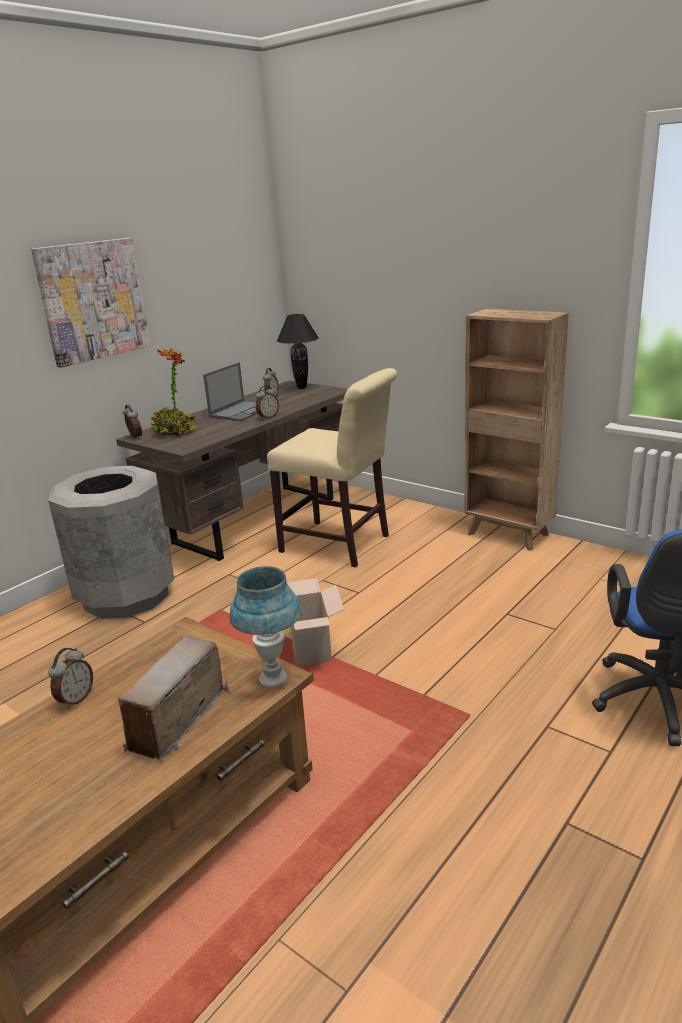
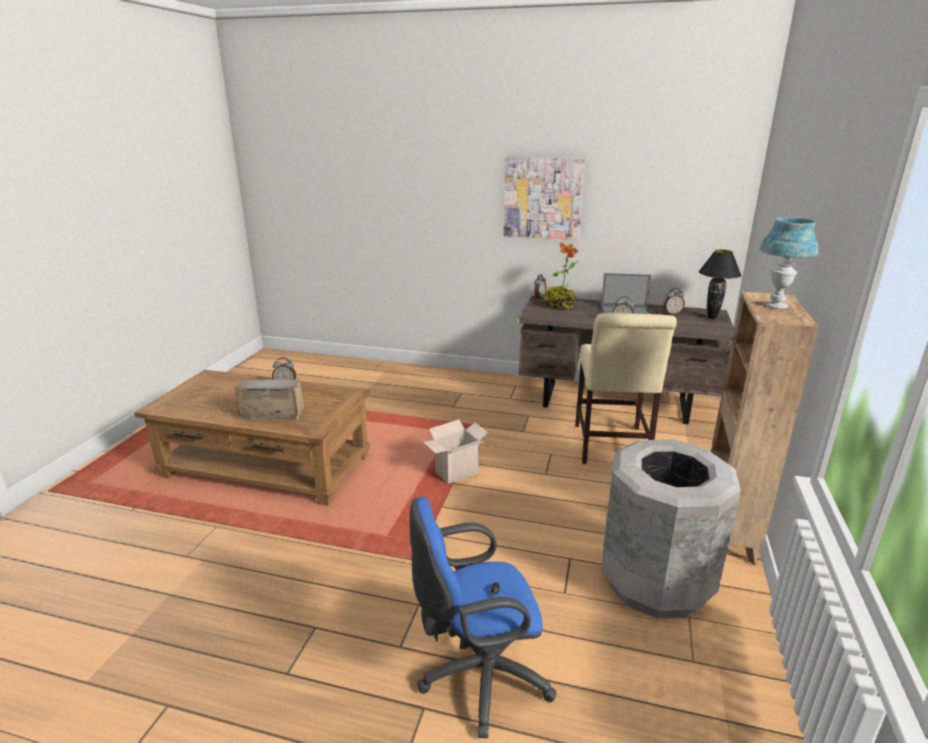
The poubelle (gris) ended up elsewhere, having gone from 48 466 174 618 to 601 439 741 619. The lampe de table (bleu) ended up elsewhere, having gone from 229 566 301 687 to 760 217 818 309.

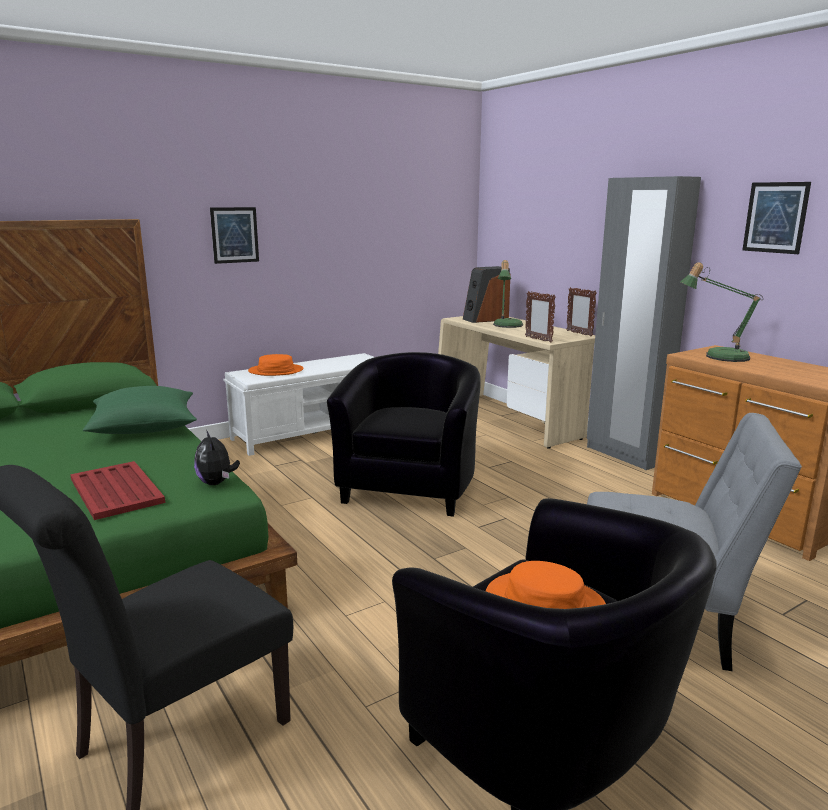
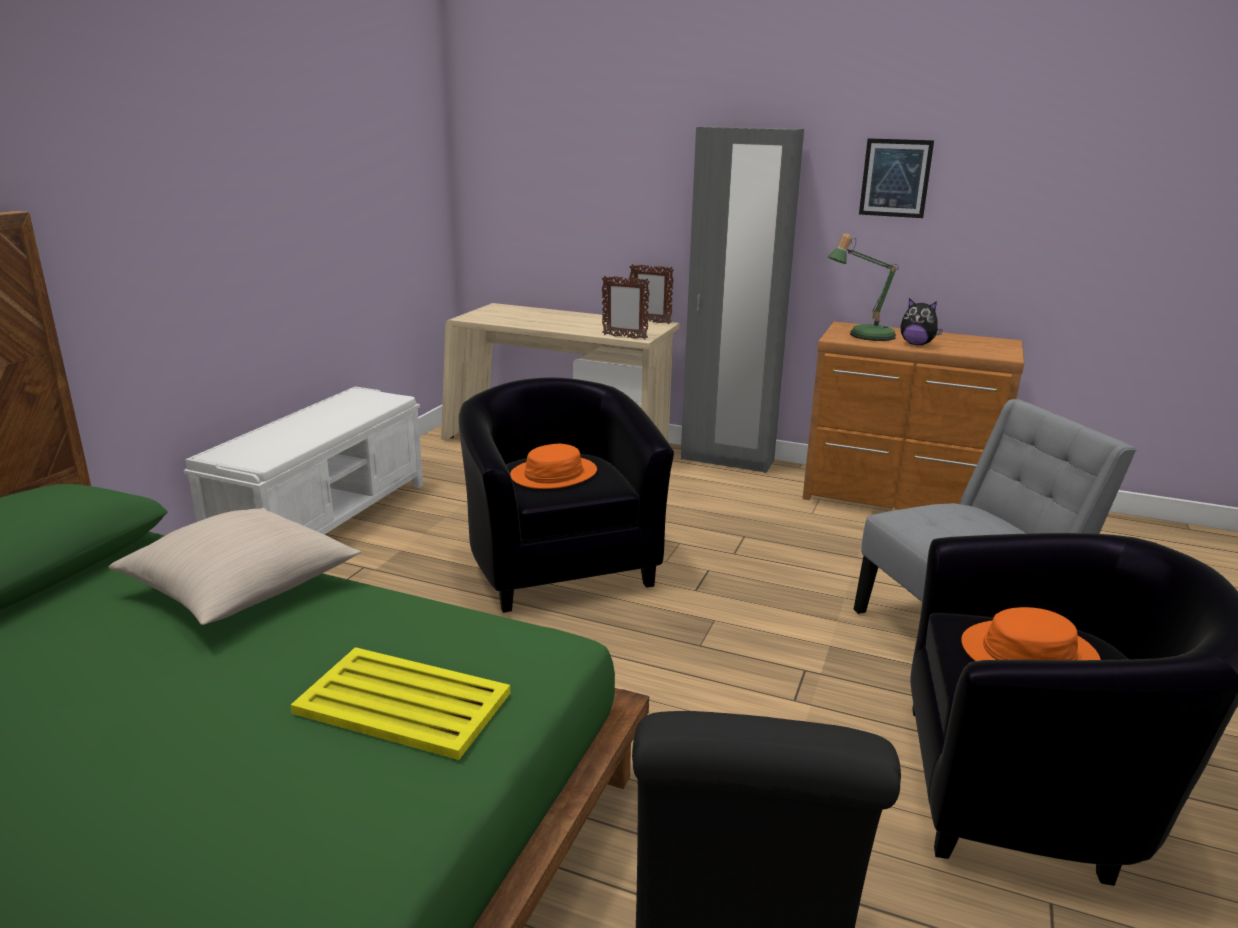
What was the plateau (rouge) at 70 461 165 520 turned into the plateau (jaune) at 291 647 510 760. What was the coussin (vert) at 83 386 197 434 turned into the coussin (beige) at 109 508 361 625. The peluche ended up elsewhere, having gone from 194 430 240 485 to 901 298 943 345. The second view lost the tableau at 210 207 259 264. The chapeau (orange) ended up elsewhere, having gone from 248 354 303 376 to 510 444 597 489. The second view lost the enceinte at 463 266 511 323. The second view lost the lampe de table at 493 260 523 328.

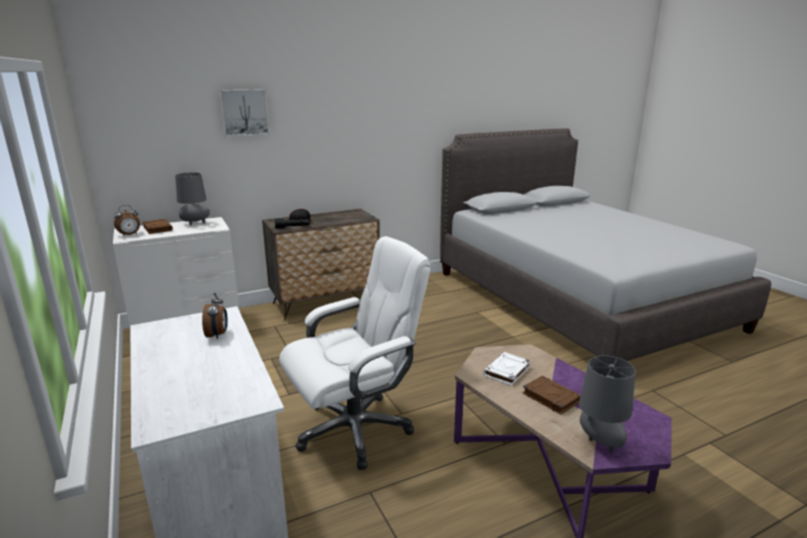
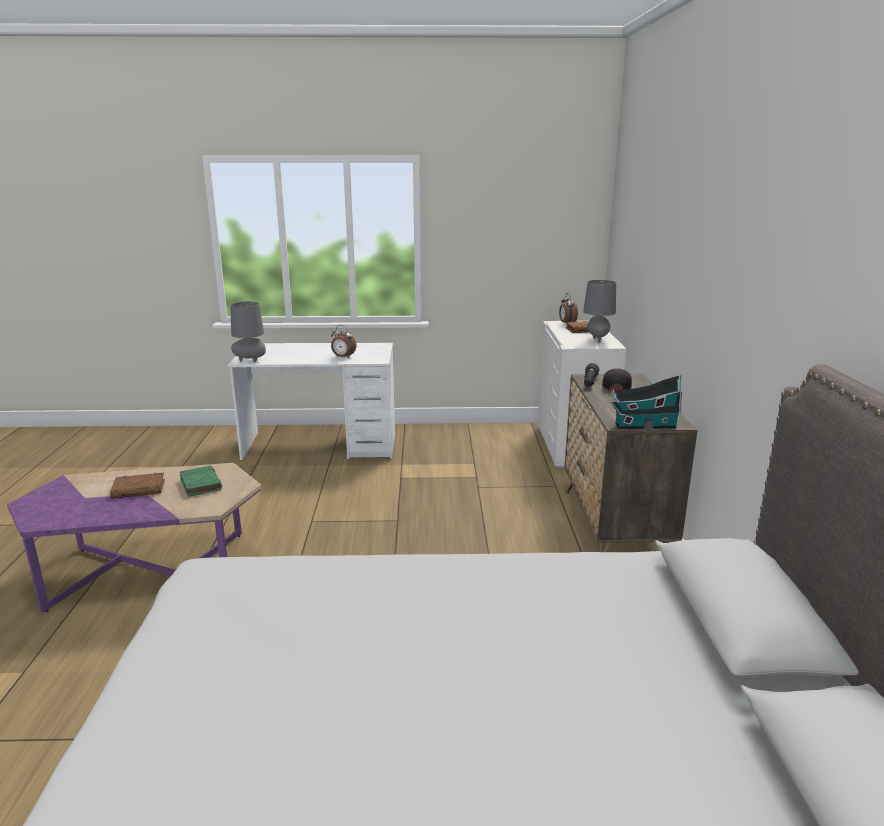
The second view lost the tableau at 220 90 269 136. The second view lost the chaise de bureau (blanc) at 279 236 431 470. What was the livre (blanc) at 483 352 530 386 turned into the livre (vert) at 180 466 222 497. The lampe de table (gris) ended up elsewhere, having gone from 579 355 636 453 to 230 301 266 362. The second view gained the maison miniature at 611 375 682 430.

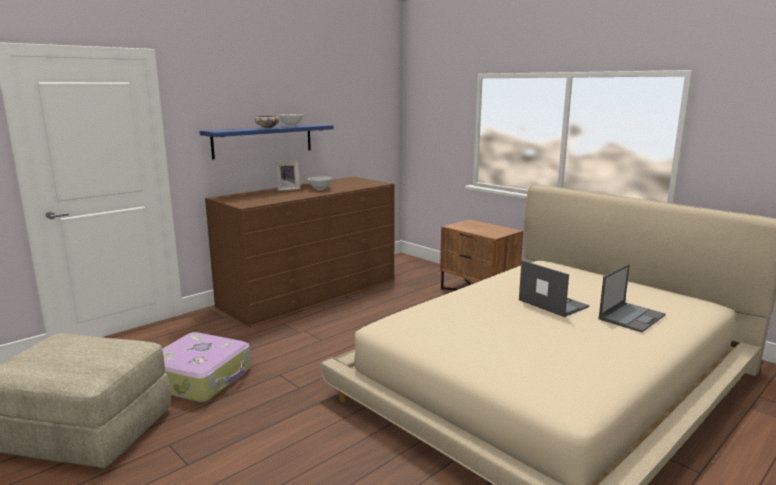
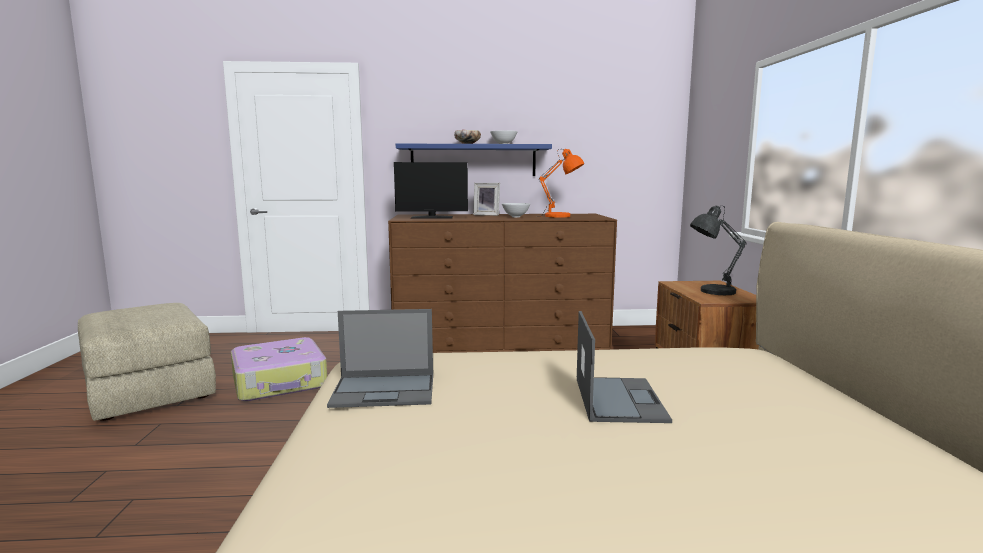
The ordinateur portable ended up elsewhere, having gone from 599 264 666 332 to 327 309 433 408. The second view gained the écran d'ordinateur at 394 162 468 219. The second view gained the lampe de table (orange) at 539 149 585 218. The second view gained the lampe de table (gris) at 690 206 747 295.

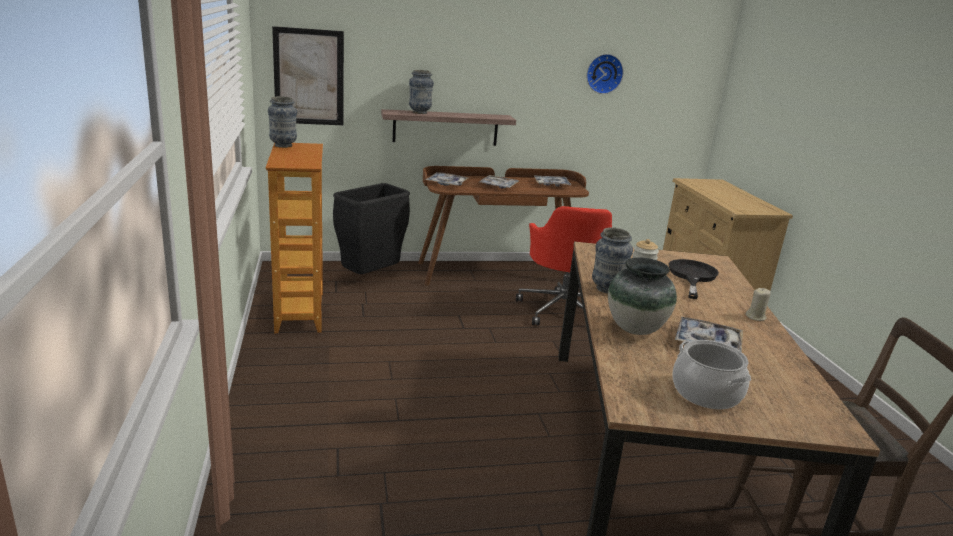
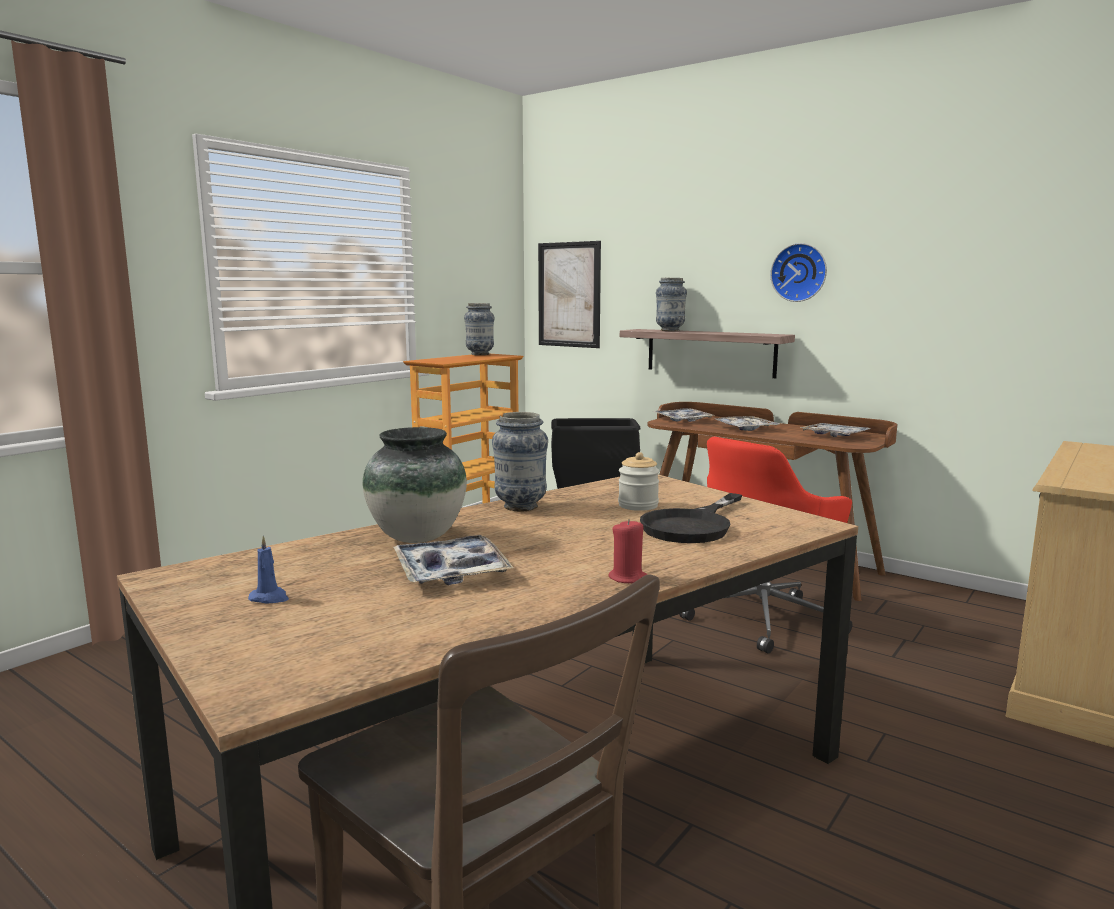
The horloge murale ended up elsewhere, having gone from 586 54 624 94 to 770 243 827 302. The poêle (noir) at 669 259 719 299 ended up facing another way, 150 degrees clockwise from before. Where the marmite stood at 672 340 751 409, the bougie (bleu) came to stand at 248 536 289 603. What was the bougie (beige) at 746 288 771 321 turned into the bougie (rouge) at 608 519 647 583.

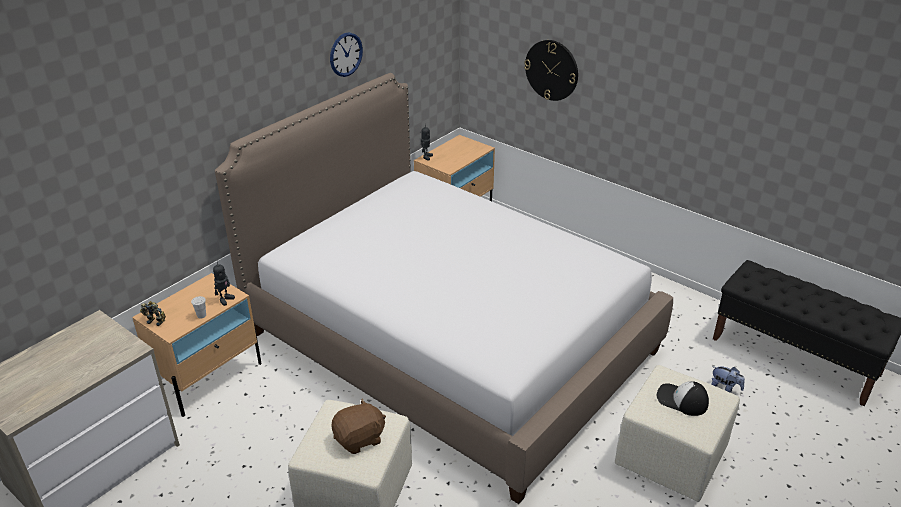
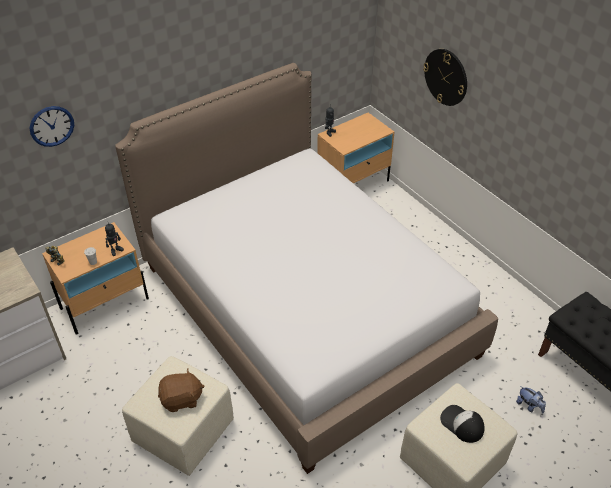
The horloge murale ended up elsewhere, having gone from 330 32 363 77 to 30 106 74 147.

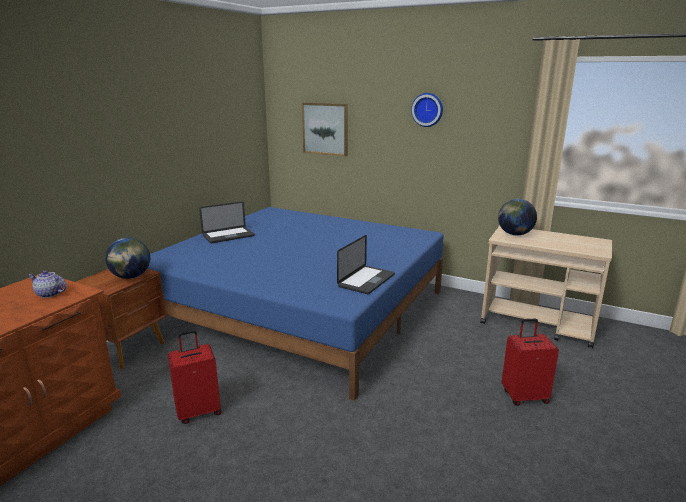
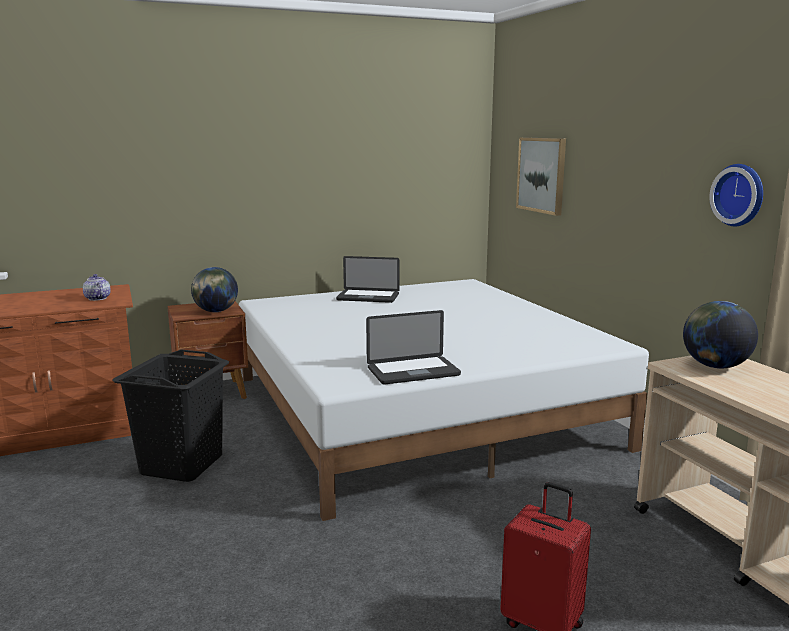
What was the lit (bleu) at 147 207 444 401 turned into the lit (blanc) at 239 279 649 521. Where the valise (rouge) stood at 168 330 222 424, the panier à linge (noir) came to stand at 112 350 229 482. The horloge murale ended up elsewhere, having gone from 411 93 443 127 to 709 164 763 226.

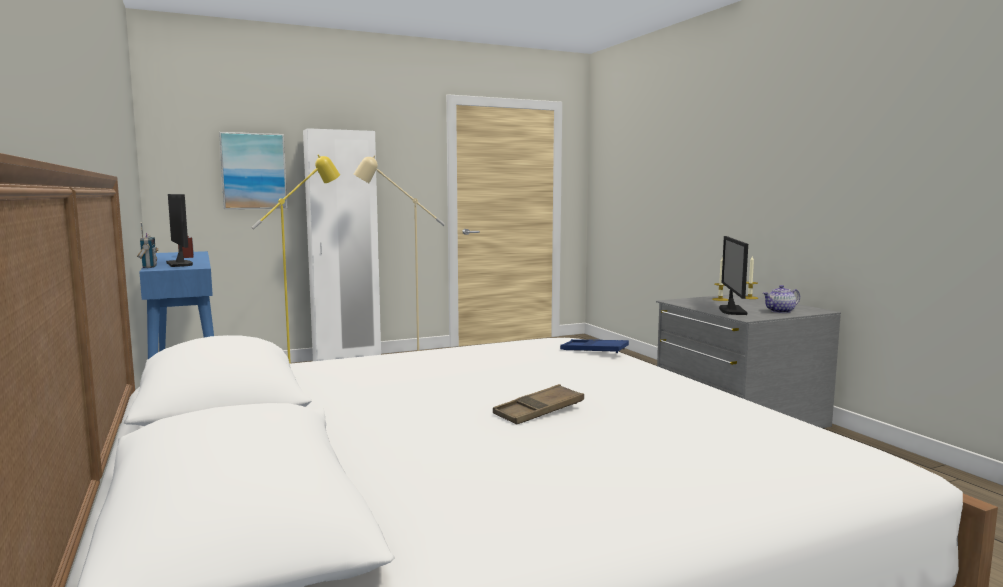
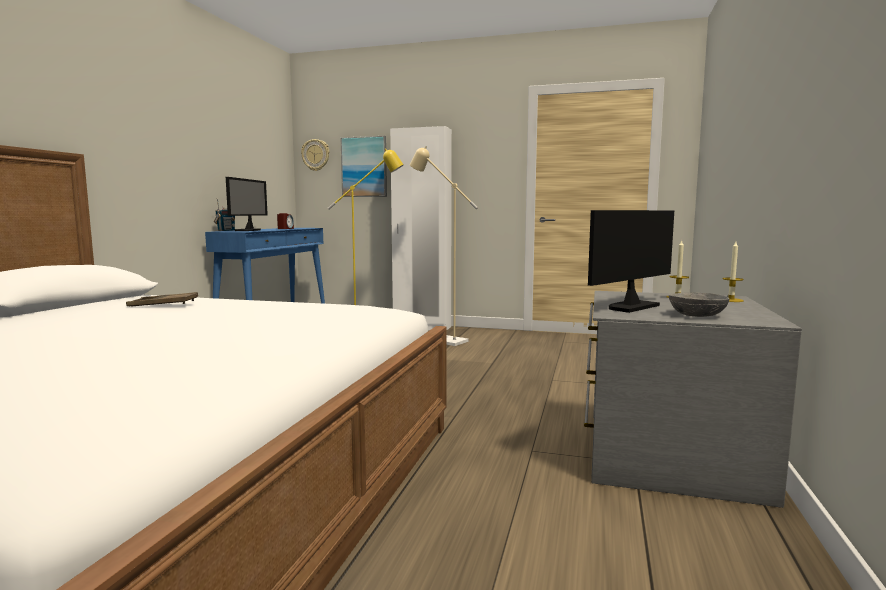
The plateau (marron) ended up elsewhere, having gone from 493 384 584 425 to 126 292 198 306. The second view lost the plateau (bleu) at 560 339 629 353. Where the théière stood at 763 285 800 313, the bol (gris) came to stand at 668 293 729 317. The second view gained the horloge murale at 301 139 330 171.

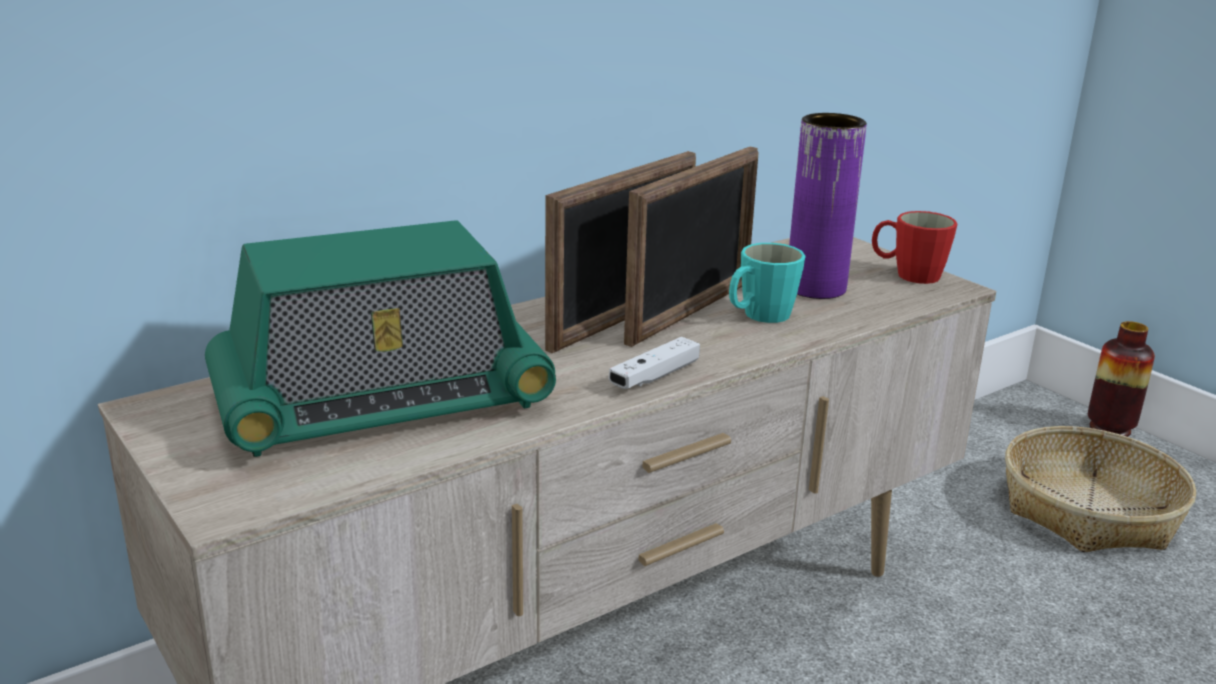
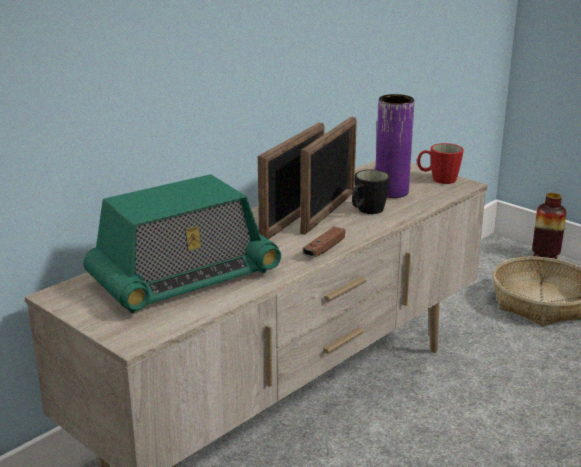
What was the manette (blanc) at 608 337 700 389 turned into the manette (marron) at 303 227 345 258. What was the mug (turquoise) at 729 243 805 323 turned into the mug (noir) at 352 169 390 214.

